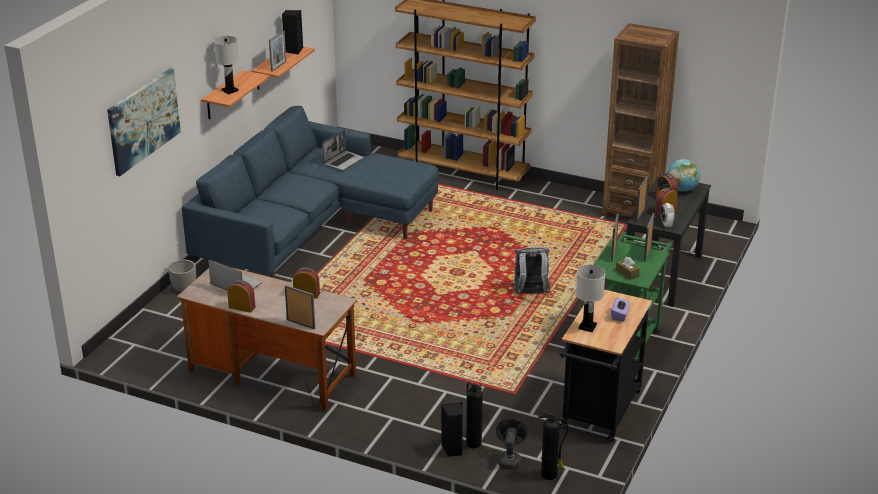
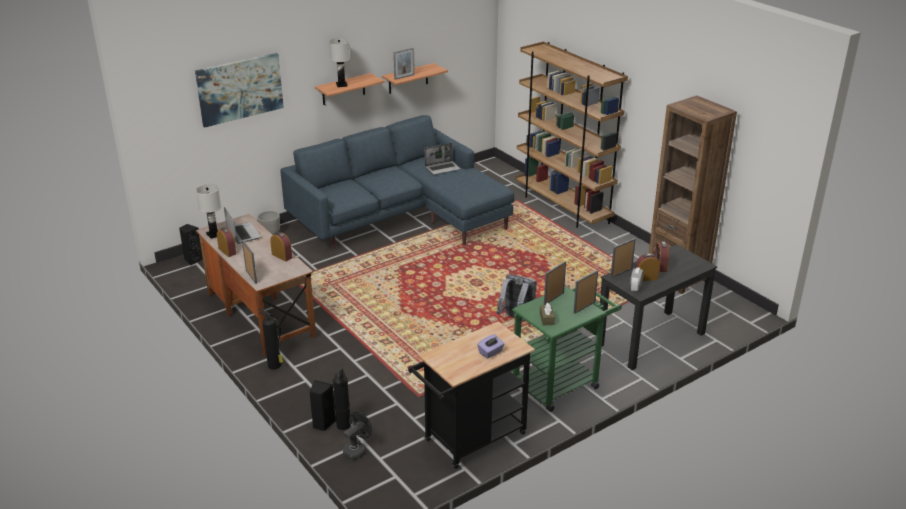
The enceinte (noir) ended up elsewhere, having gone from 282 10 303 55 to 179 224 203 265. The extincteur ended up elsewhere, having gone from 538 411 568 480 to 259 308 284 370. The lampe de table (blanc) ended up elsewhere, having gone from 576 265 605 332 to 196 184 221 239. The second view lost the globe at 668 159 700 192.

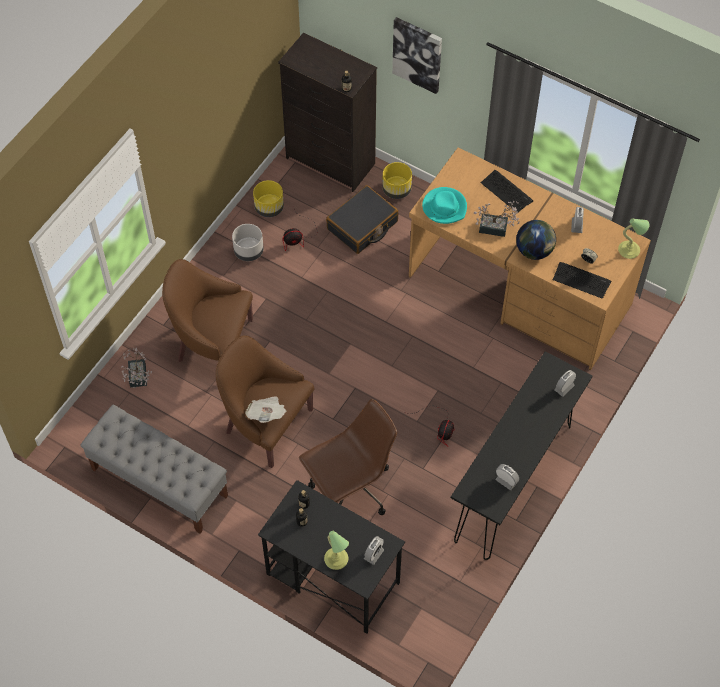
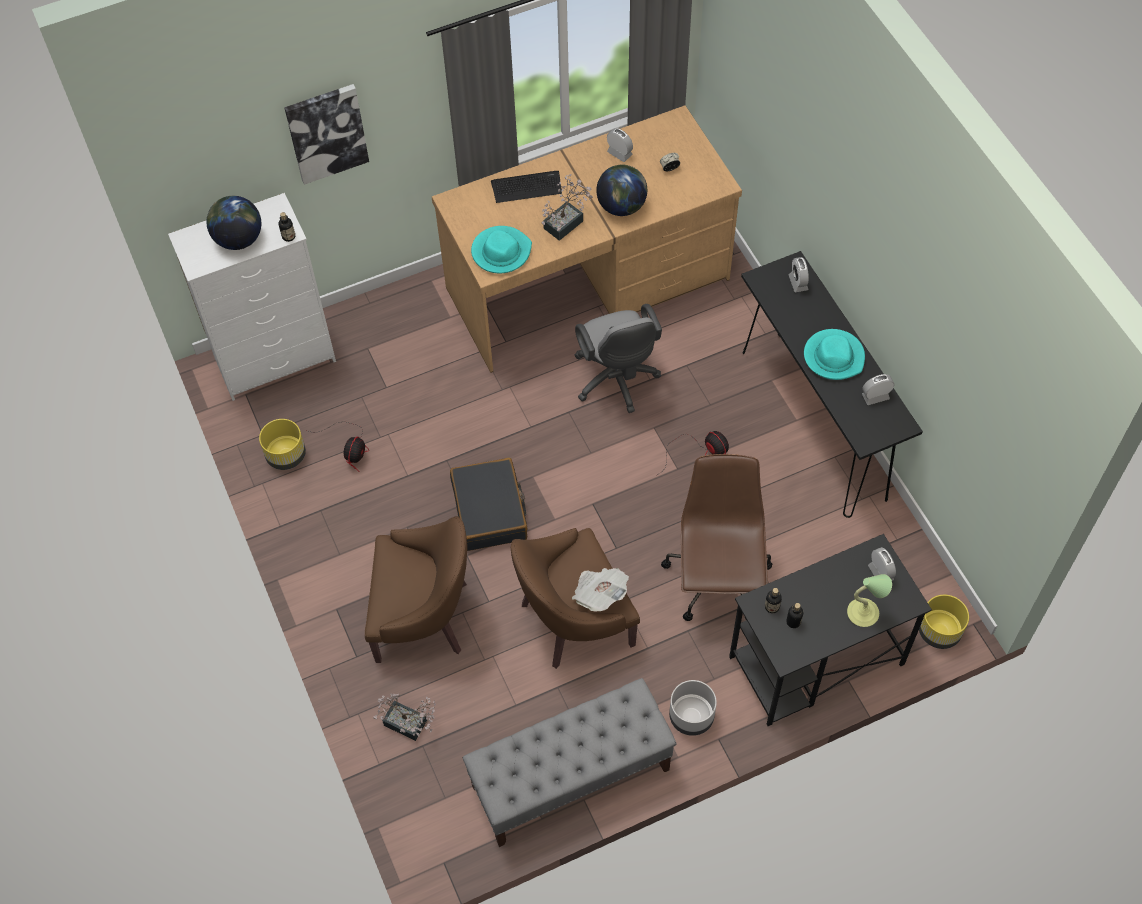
The fauteuil (marron) at 162 259 253 362 ended up facing another way, 135 degrees counterclockwise from before. The cache-pot (gris) ended up elsewhere, having gone from 232 224 264 261 to 669 680 717 736. What was the commode (noir) at 278 33 377 192 turned into the commode (blanc) at 168 193 336 401. The valise (noir) ended up elsewhere, having gone from 326 185 398 254 to 450 458 528 551. The cache-pot (jaune) ended up elsewhere, having gone from 382 162 412 199 to 919 595 969 649. The second view lost the clavier at 553 262 612 299. The second view lost the lampe de table at 618 219 649 259. The second view gained the globe at 206 196 261 250. The second view gained the chaise de bureau (gris) at 575 304 662 413. The second view gained the chapeau (turquoise) at 804 329 865 380.

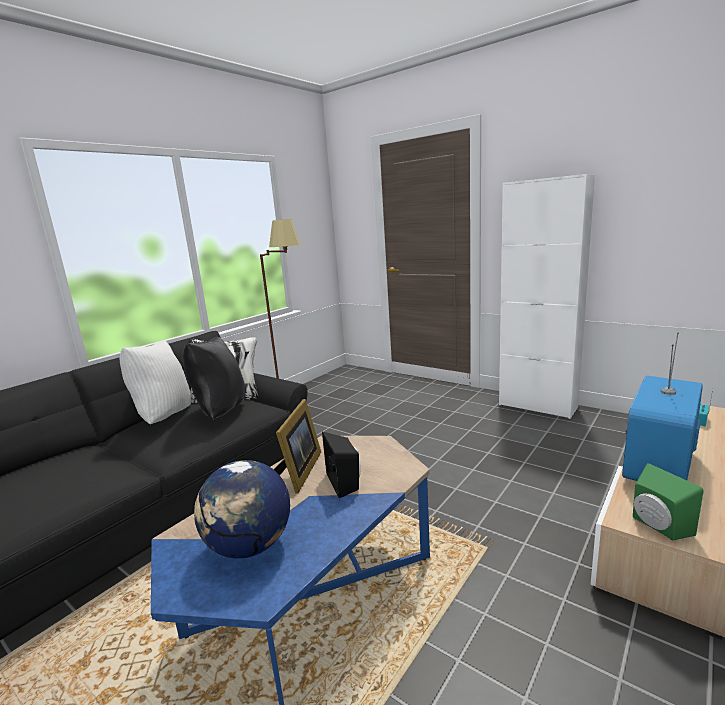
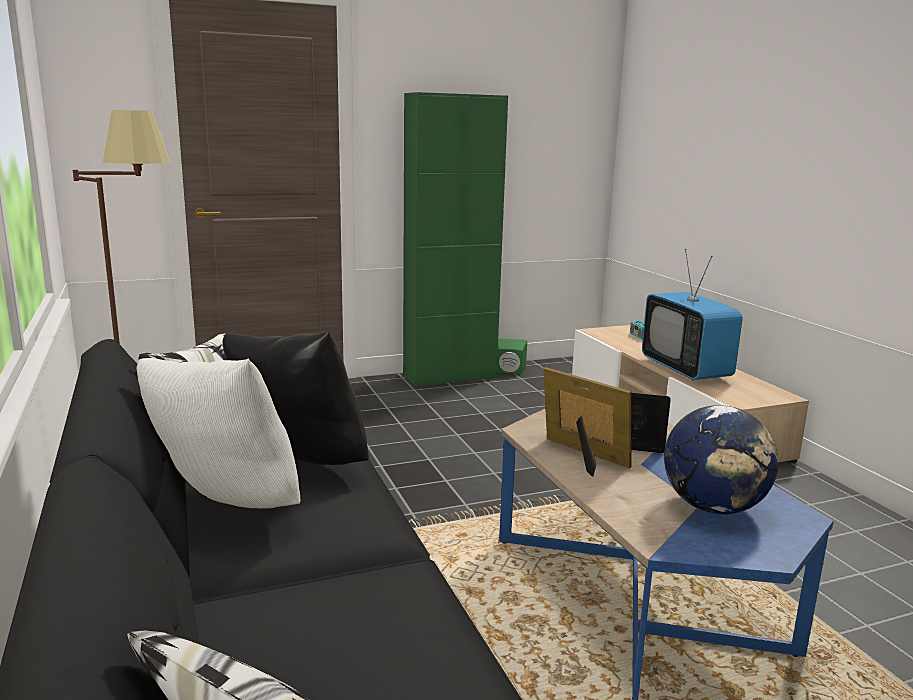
What was the meuble de rangement (blanc) at 499 174 595 419 turned into the meuble de rangement (vert) at 403 92 508 387. The enceinte (vert) ended up elsewhere, having gone from 633 463 704 540 to 497 338 527 374.

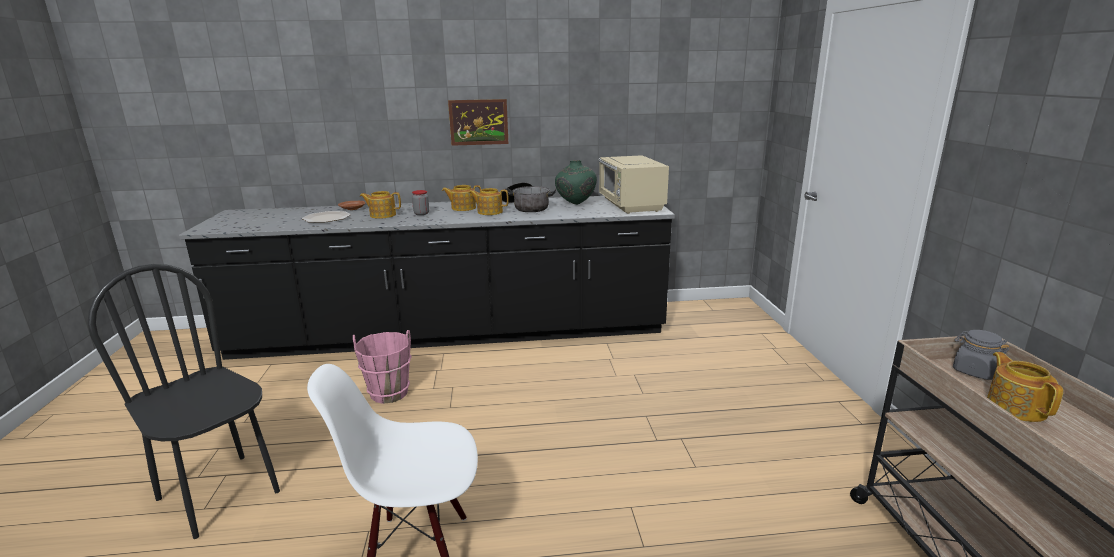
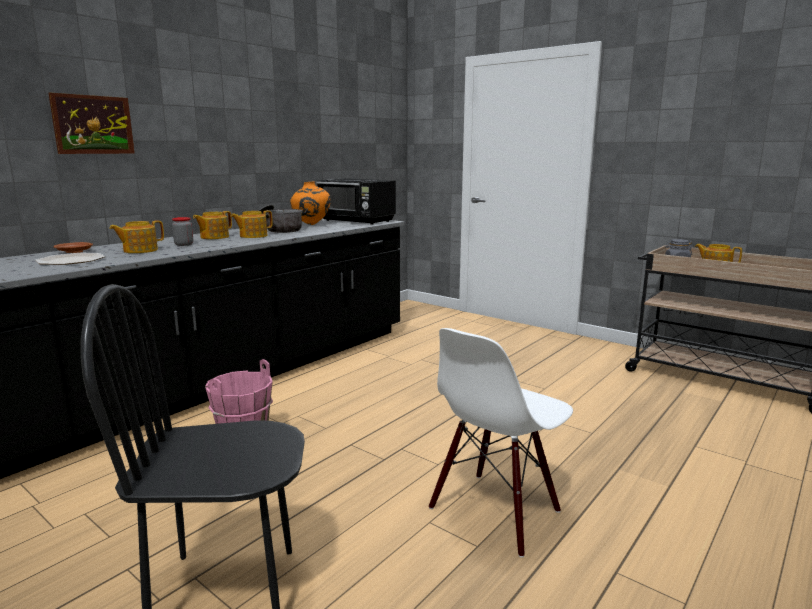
The tableau ended up elsewhere, having gone from 448 99 509 146 to 48 93 135 154. What was the vase (vert) at 555 160 597 205 turned into the vase (orange) at 290 181 331 225. What was the micro-ondes (beige) at 598 155 669 214 turned into the micro-ondes (noir) at 316 178 396 225.

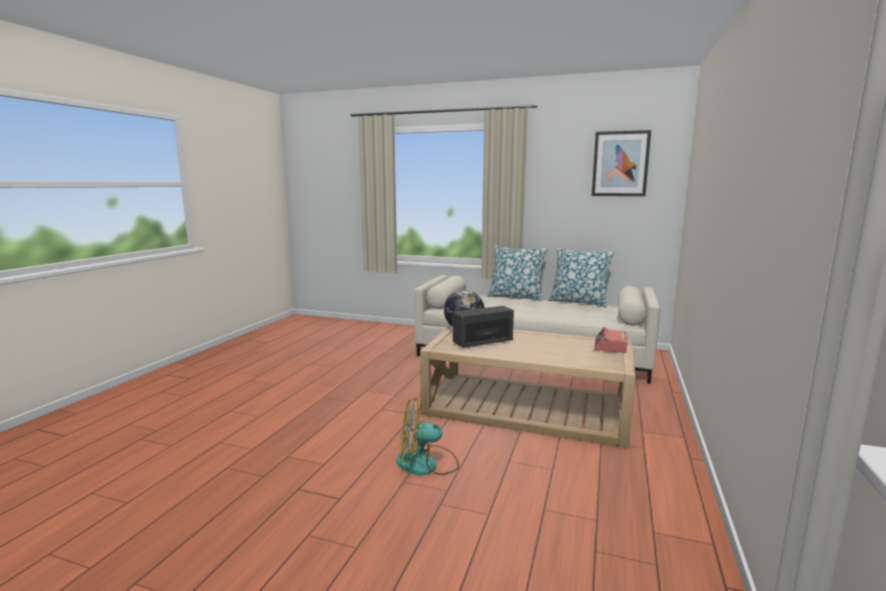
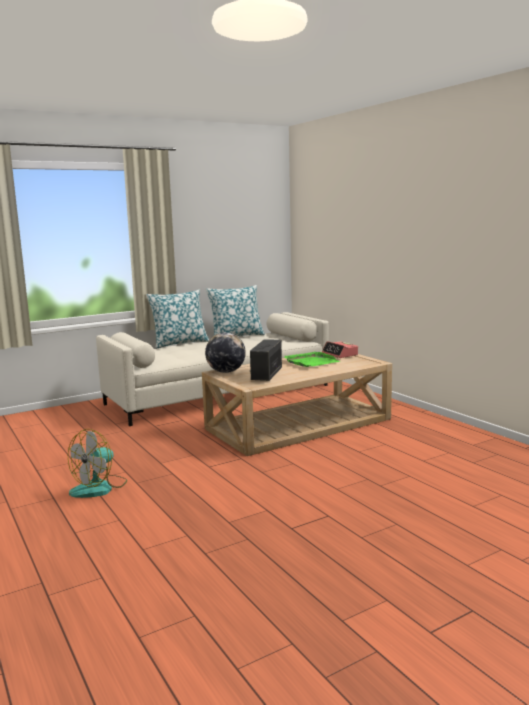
The ventilateur ended up elsewhere, having gone from 396 398 459 476 to 68 429 127 498. The second view lost the tableau at 592 130 651 196. The second view gained the plateau (vert) at 284 352 340 367.

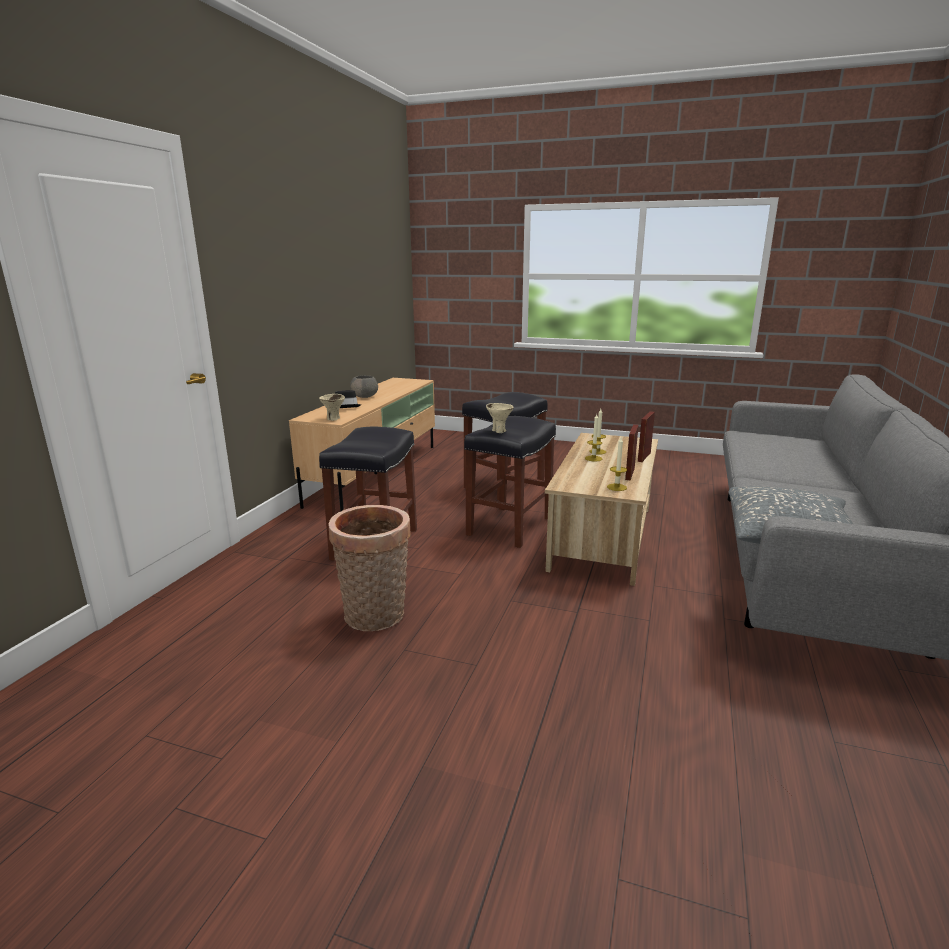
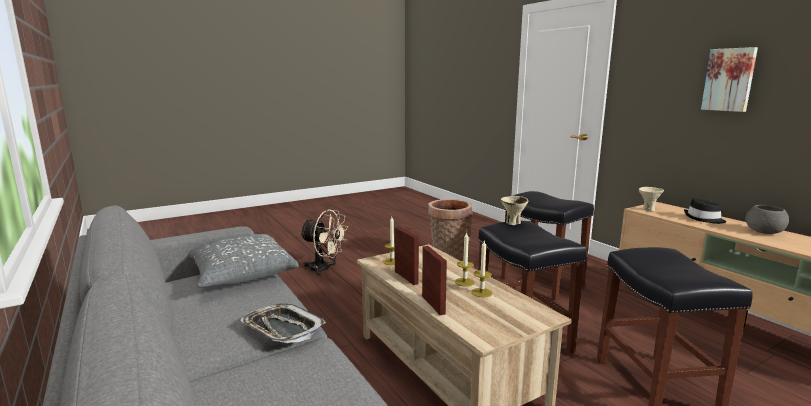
The second view gained the plateau at 240 303 326 343. The second view gained the ventilateur (beige) at 300 209 348 276. The second view gained the tableau at 701 47 758 112.

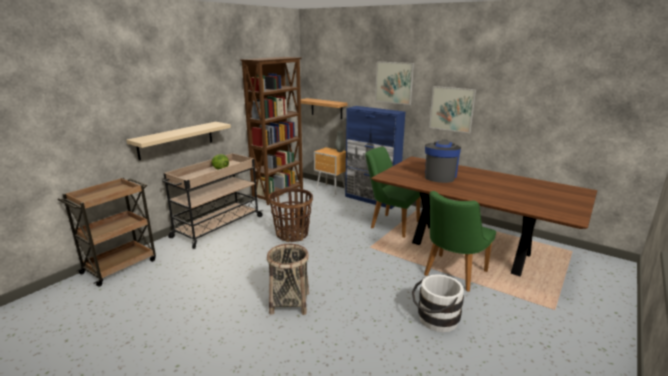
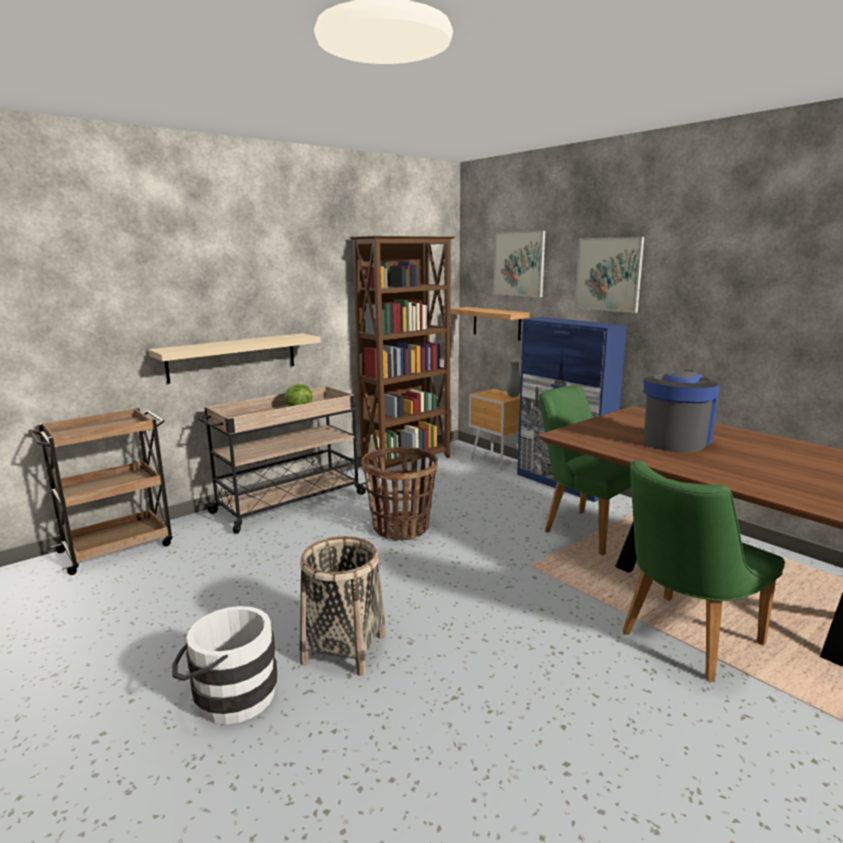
The seau (blanc) ended up elsewhere, having gone from 412 274 464 332 to 172 606 277 725. The tableau ended up elsewhere, having gone from 429 86 476 133 to 494 231 545 297.

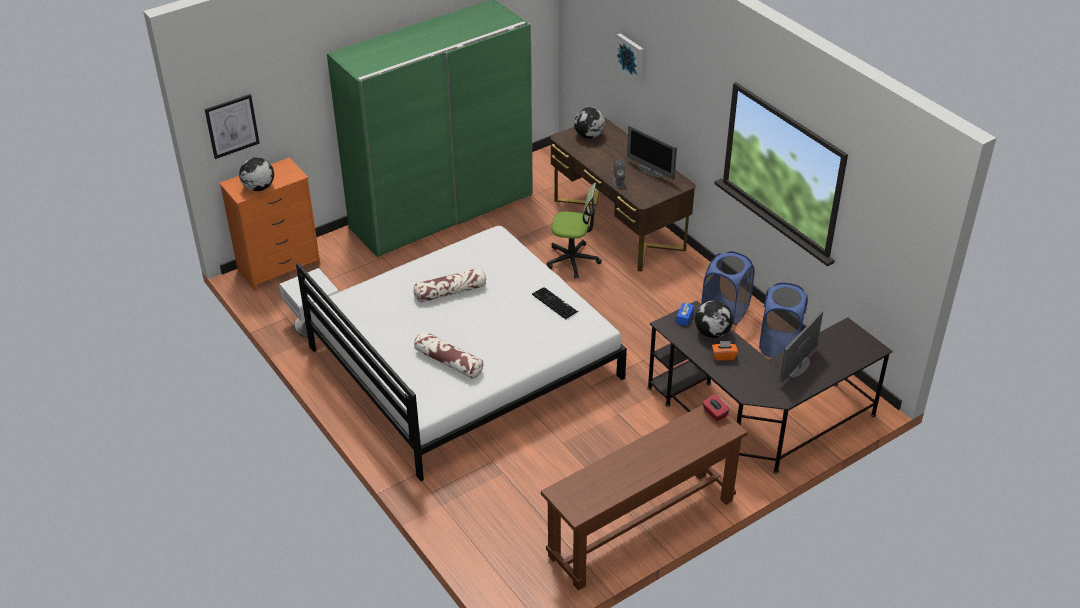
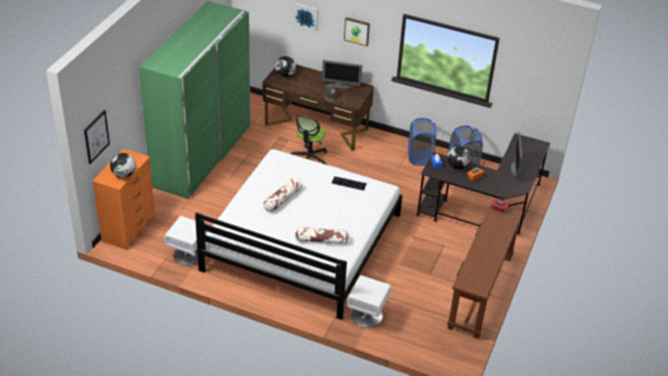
The chaise de bureau at 547 183 602 278 ended up facing another way, 135 degrees clockwise from before. The second view gained the tableau at 344 17 370 46. The second view gained the table de chevet (blanc) at 347 275 391 328.

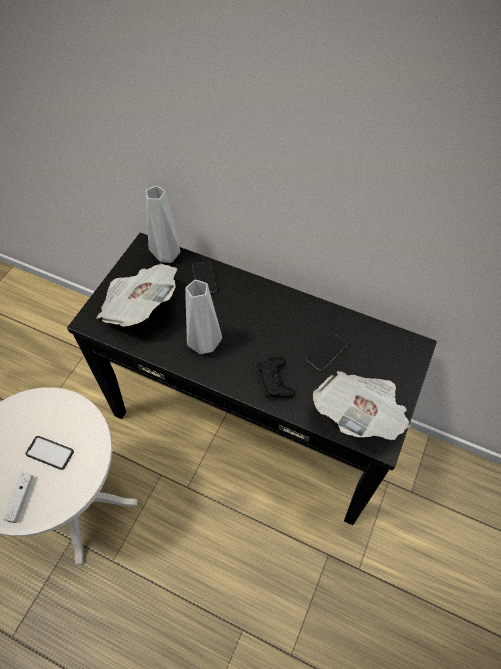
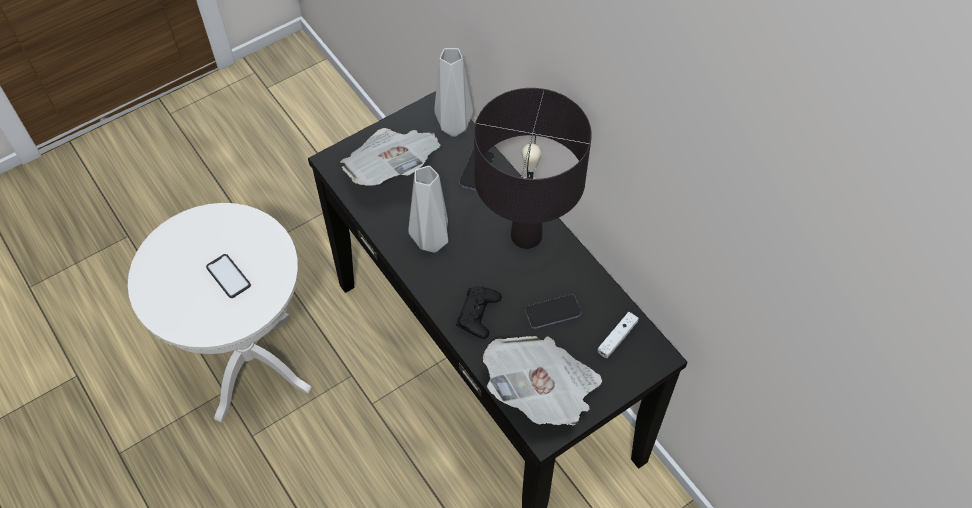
The manette (blanc) ended up elsewhere, having gone from 4 473 33 523 to 598 312 639 358. The second view gained the lampe de table (noir) at 474 88 592 249.

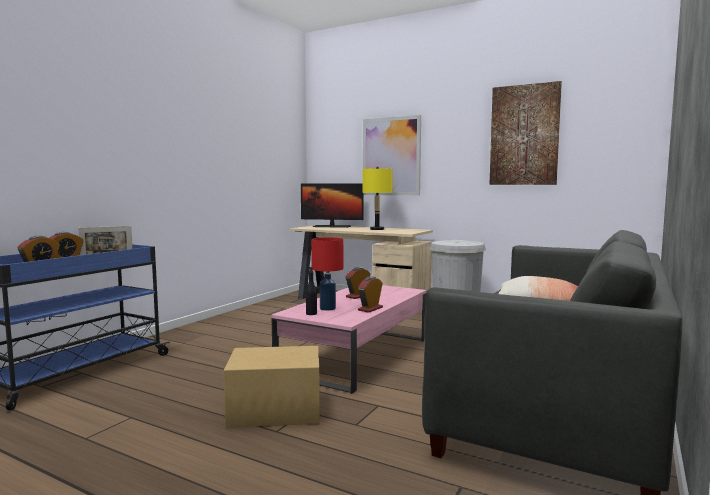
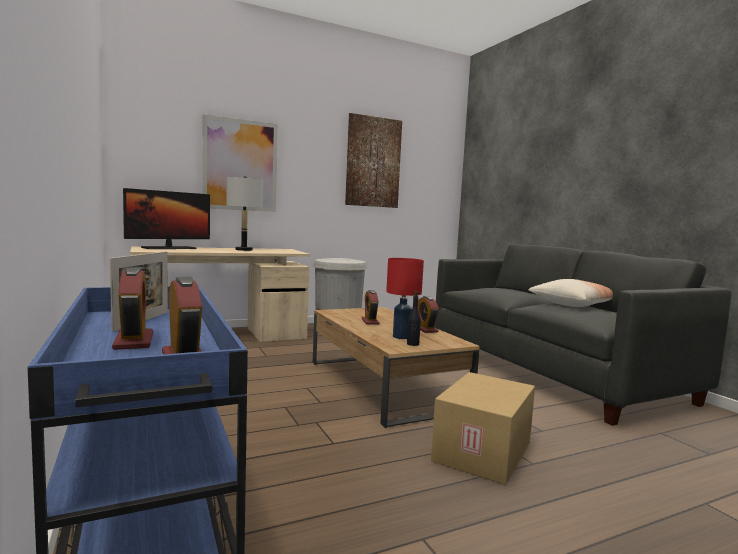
What was the table basse (rose) at 271 285 426 394 turned into the table basse (marron) at 313 307 480 428. What was the lampe de table (jaune) at 362 167 393 230 turned into the lampe de table (gris) at 226 176 263 251.

